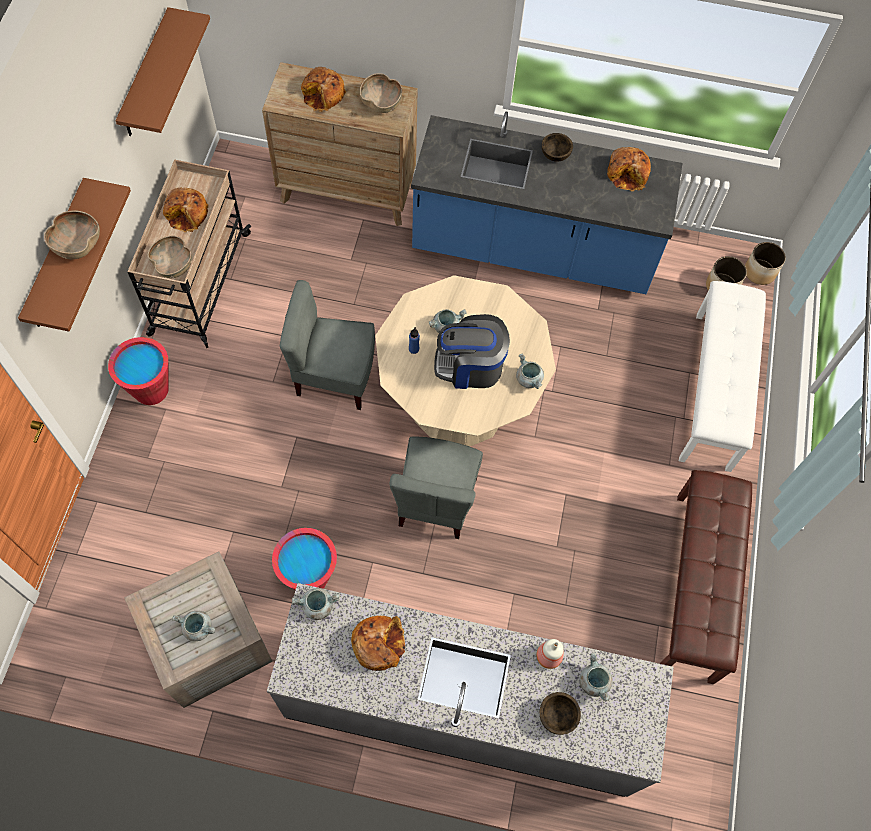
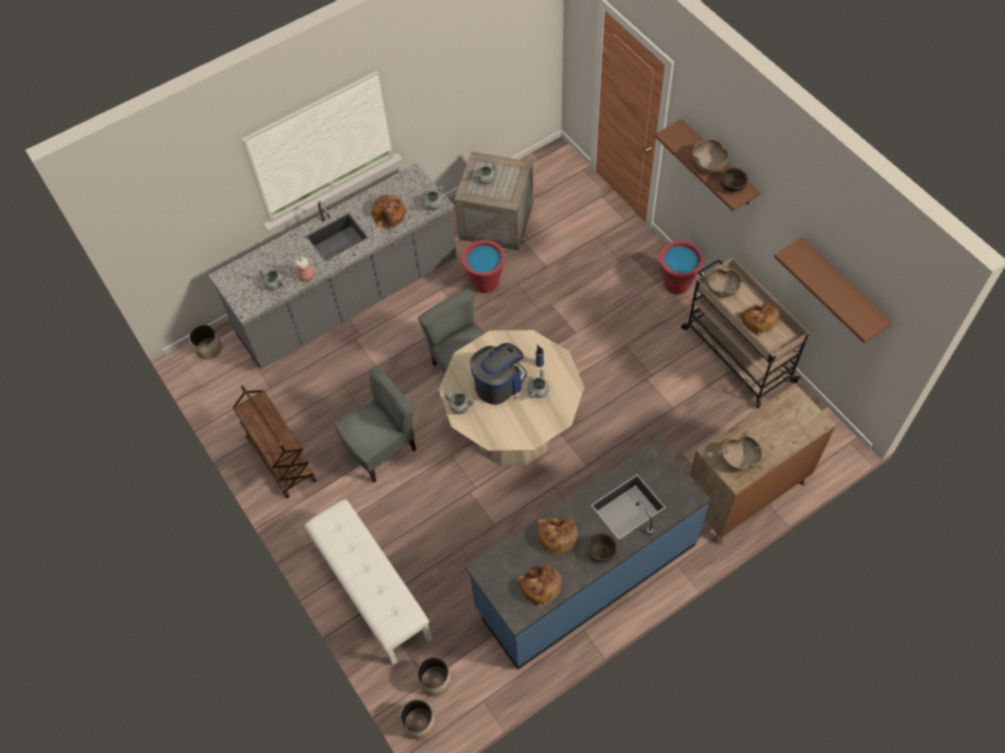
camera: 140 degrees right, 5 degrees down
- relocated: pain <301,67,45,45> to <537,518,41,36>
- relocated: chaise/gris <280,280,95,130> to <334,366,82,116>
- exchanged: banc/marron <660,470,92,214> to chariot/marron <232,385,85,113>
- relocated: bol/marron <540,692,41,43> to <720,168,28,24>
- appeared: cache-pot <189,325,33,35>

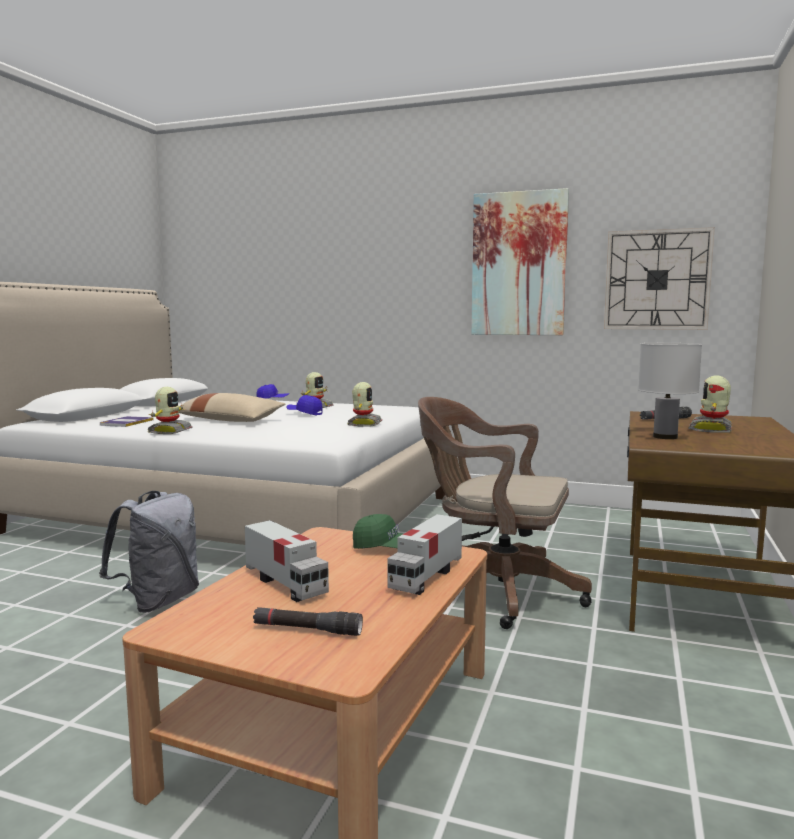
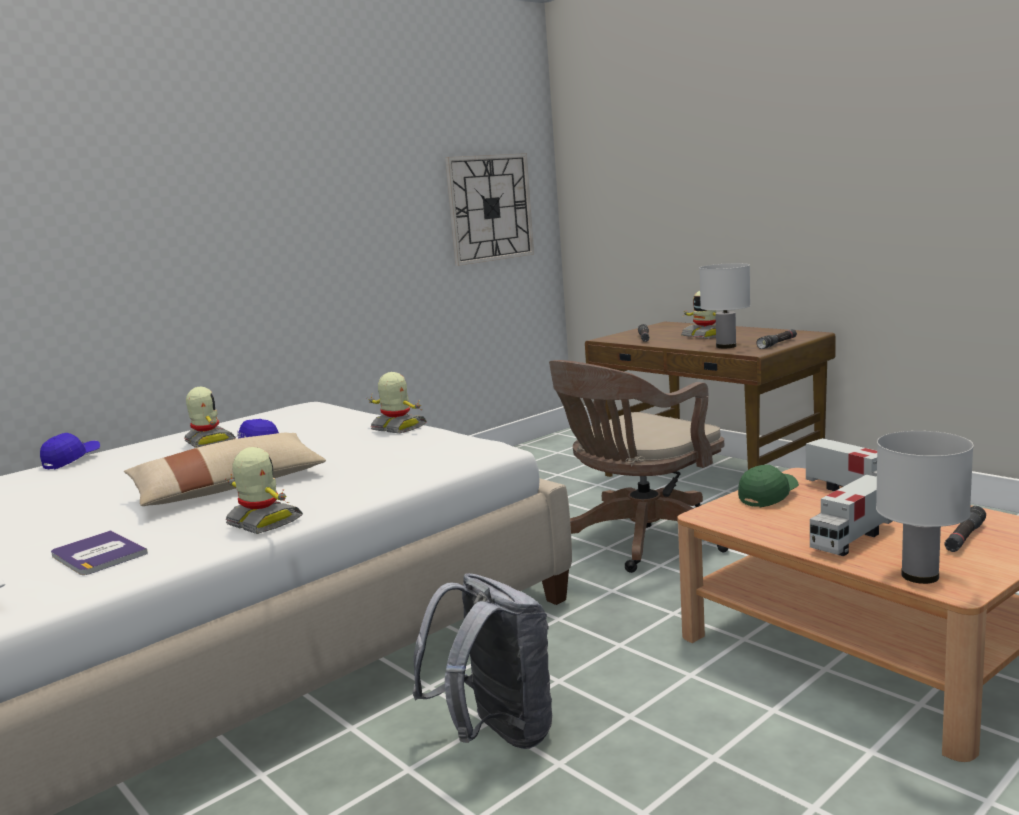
camera: 60 degrees left, 5 degrees up
- missing: tableau <471,188,98,147>
- spun: camion jouet <245,520,84,82> = <810,475,83,82> 150 degrees clockwise
- appeared: lampe de poche/noir <756,329,41,20>
- appeared: lampe de table/blanc <876,431,98,153>

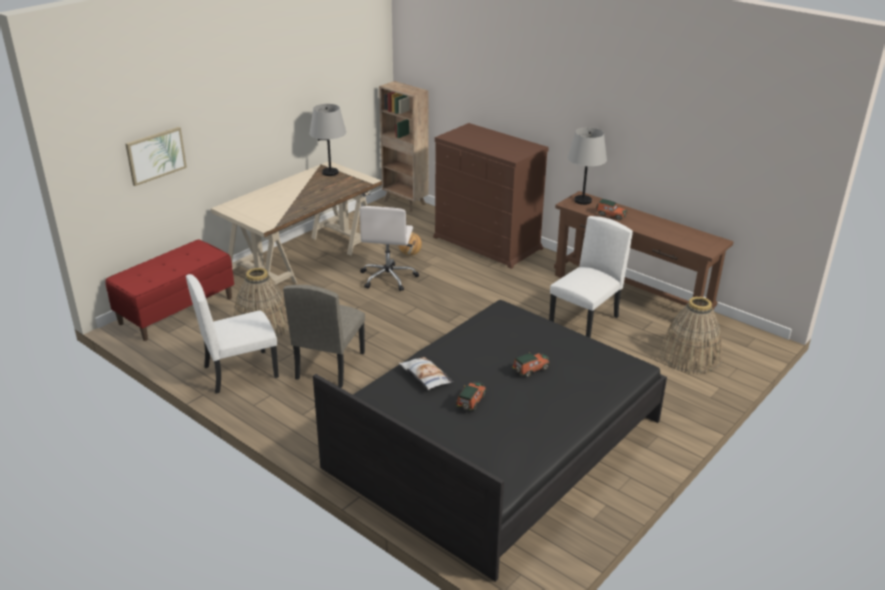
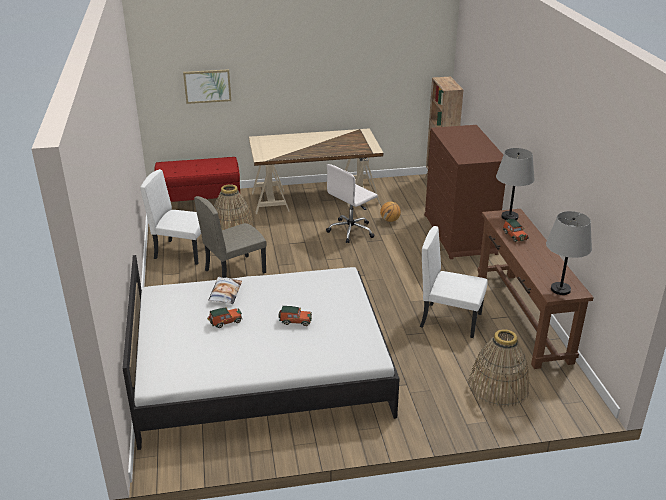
camera: 40 degrees right, 0 degrees up
- relocated: lampe de table/gris <310,104,36,72> to <546,211,46,84>
- spun: chaise/blanc <549,216,84,122> = <420,226,68,112> 150 degrees counterclockwise
- colour: lit/noir <313,300,354,282> to lit/blanc <122,255,278,195>

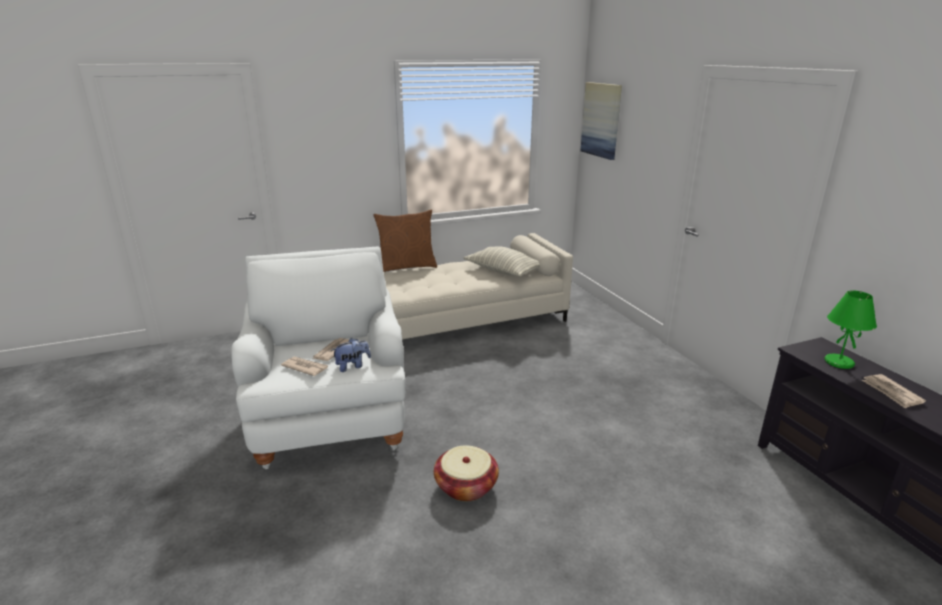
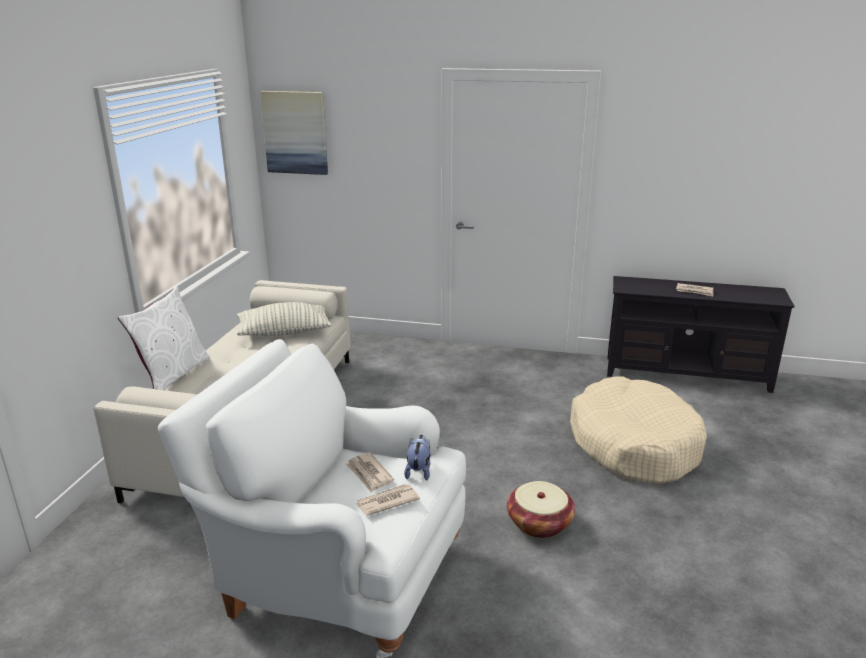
camera: 55 degrees left, 0 degrees up
- colour: coussin/marron <373,210,64,62> to coussin/blanc <118,287,92,103>
- missing: lampe de table/vert <824,291,53,78>
- appeared: panier pour chien/beige <570,377,137,108>

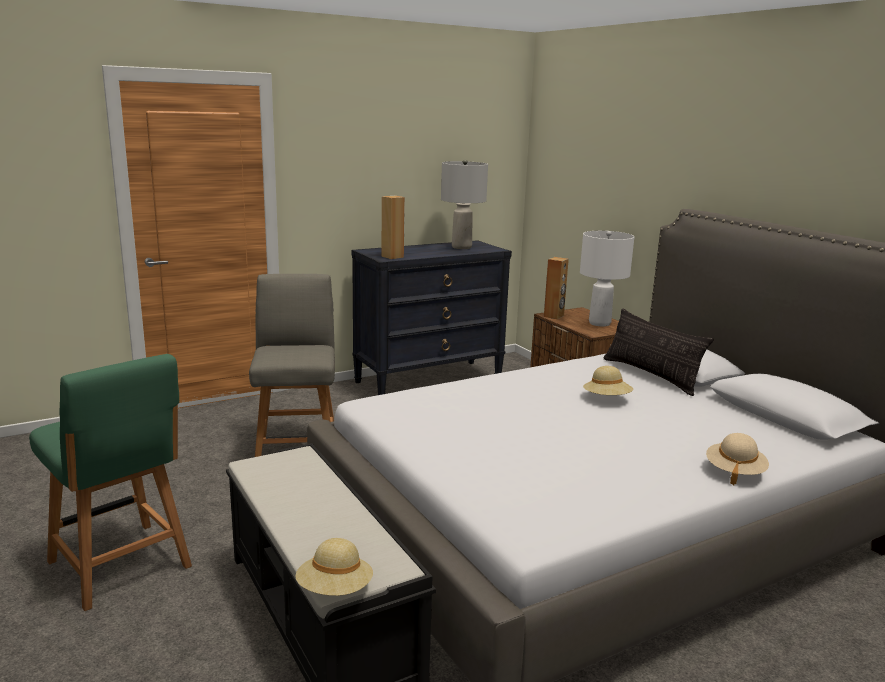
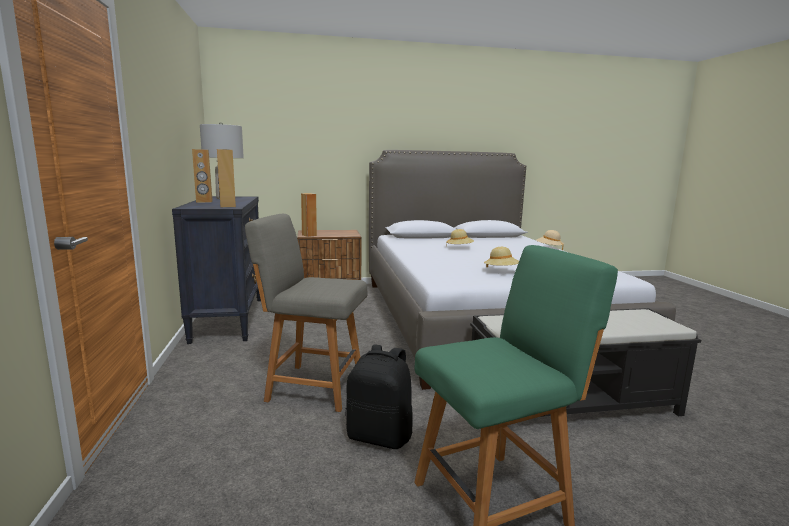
camera: 70 degrees left, 5 degrees down
- missing: lampe de table/blanc <580,231,54,95>
- missing: coussin <603,309,111,87>
- relocated: chapeau/beige <295,538,78,58> to <484,247,35,20>
- appeared: enceinte/marron <192,149,21,54>
- appeared: sac à dos/noir <345,344,68,105>

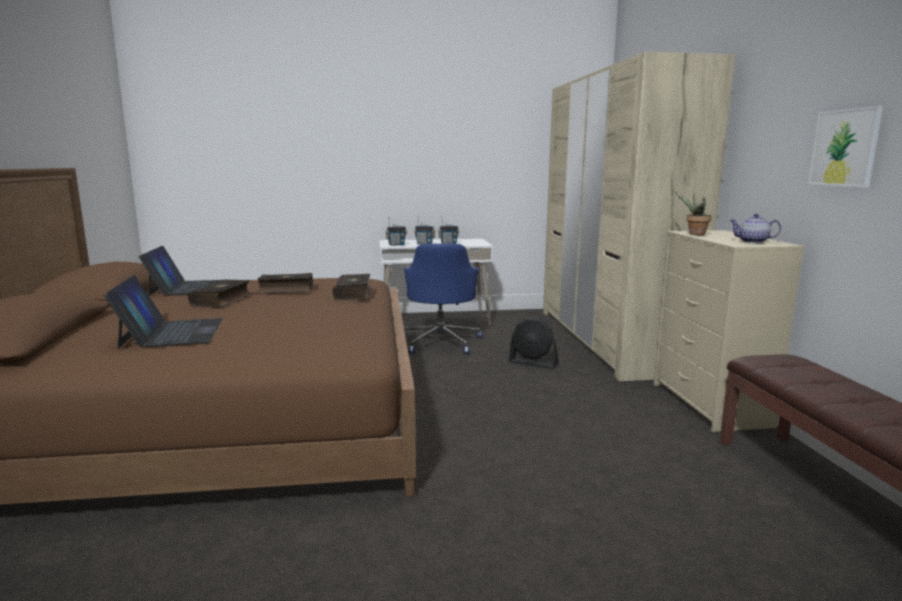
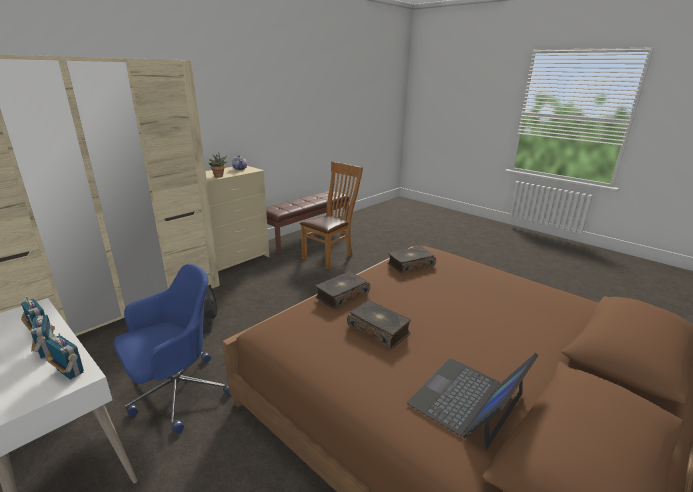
camera: 130 degrees left, 10 degrees up
- missing: tableau <808,106,75,82>
- missing: ordinateur portable <103,275,120,74>
- relocated: livre <188,279,63,28> to <388,246,48,27>
- appeared: chaise/marron <300,162,63,107>

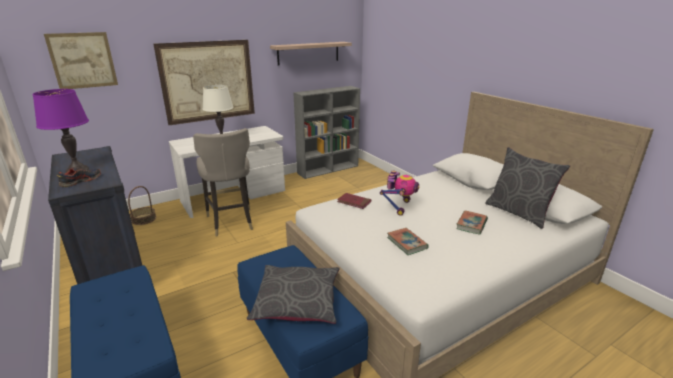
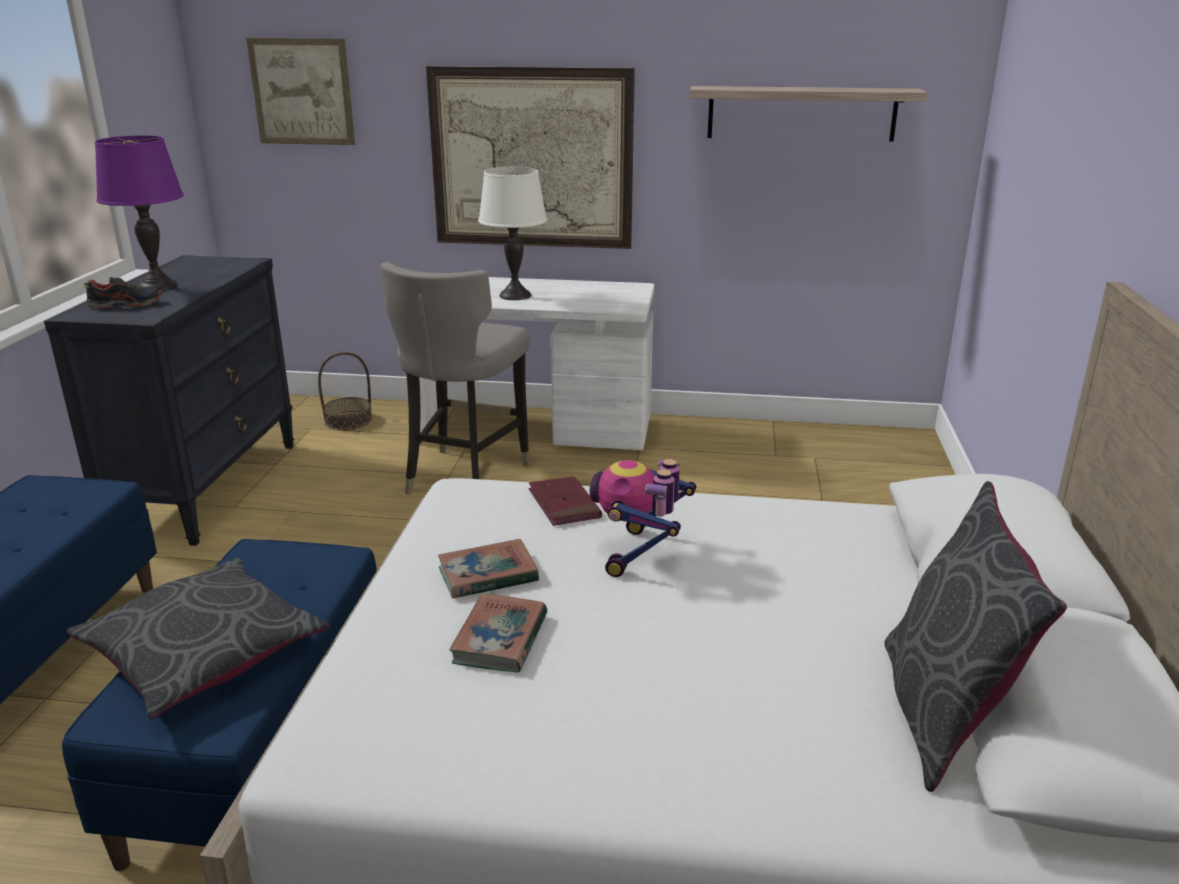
camera: 40 degrees right, 0 degrees up
- missing: bibliothèque/gris <293,86,67,93>
- spun: robot jouet <380,171,40,45> = <589,459,108,118> 135 degrees clockwise
- relocated: livre <456,210,32,25> to <438,539,101,59>

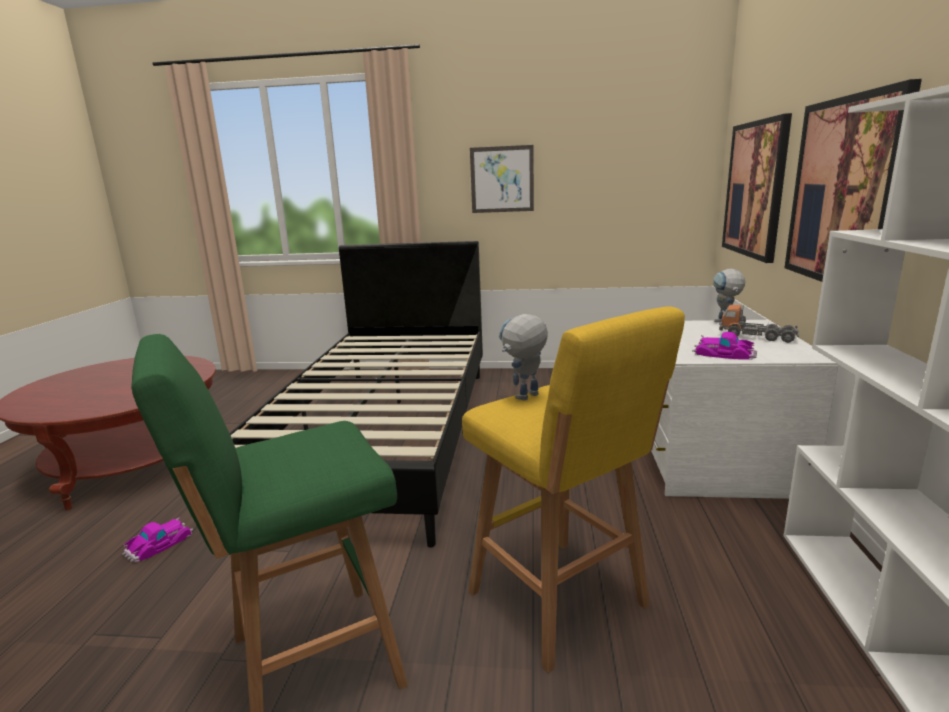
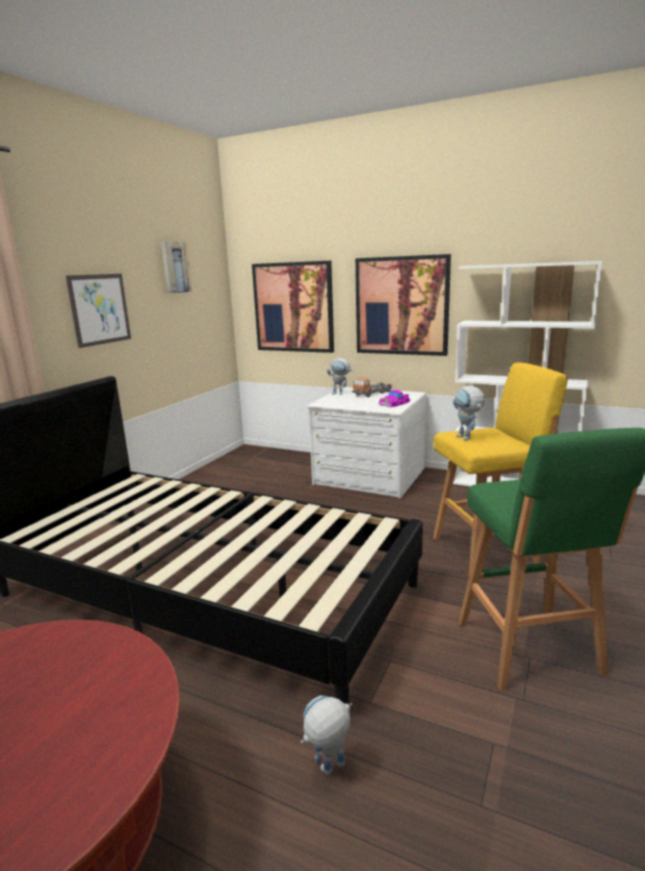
camera: 70 degrees left, 0 degrees up
- exchanged: petite voiture <122,517,71,45> to robot jouet <301,695,51,80>
- appeared: tableau <161,242,31,51>

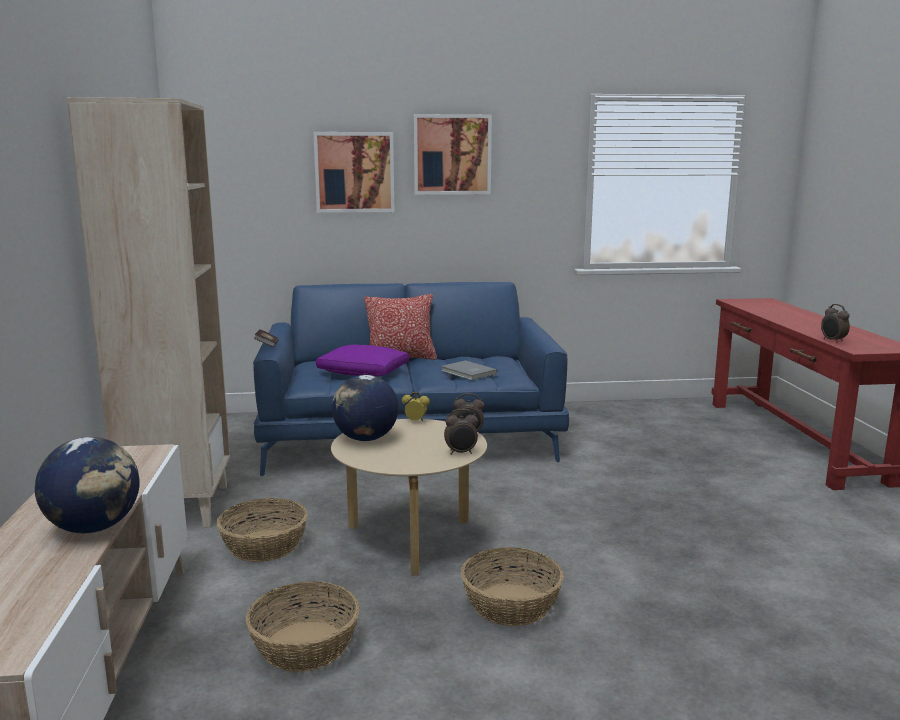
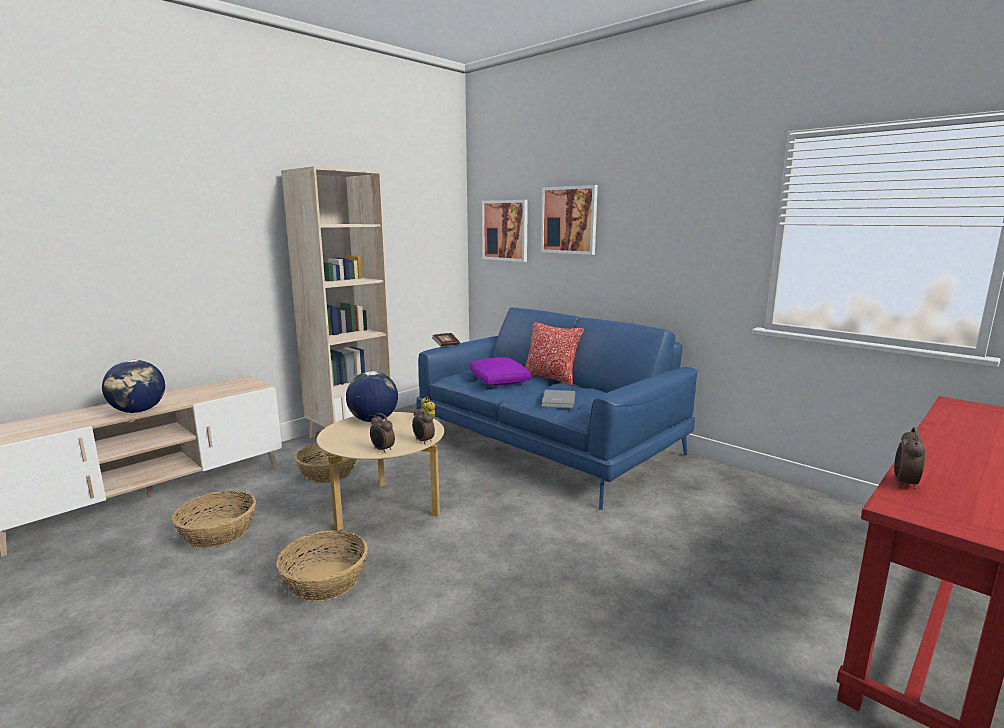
camera: 50 degrees right, 0 degrees up
- relocated: tableau <413,114,79,81> to <482,200,46,62>

